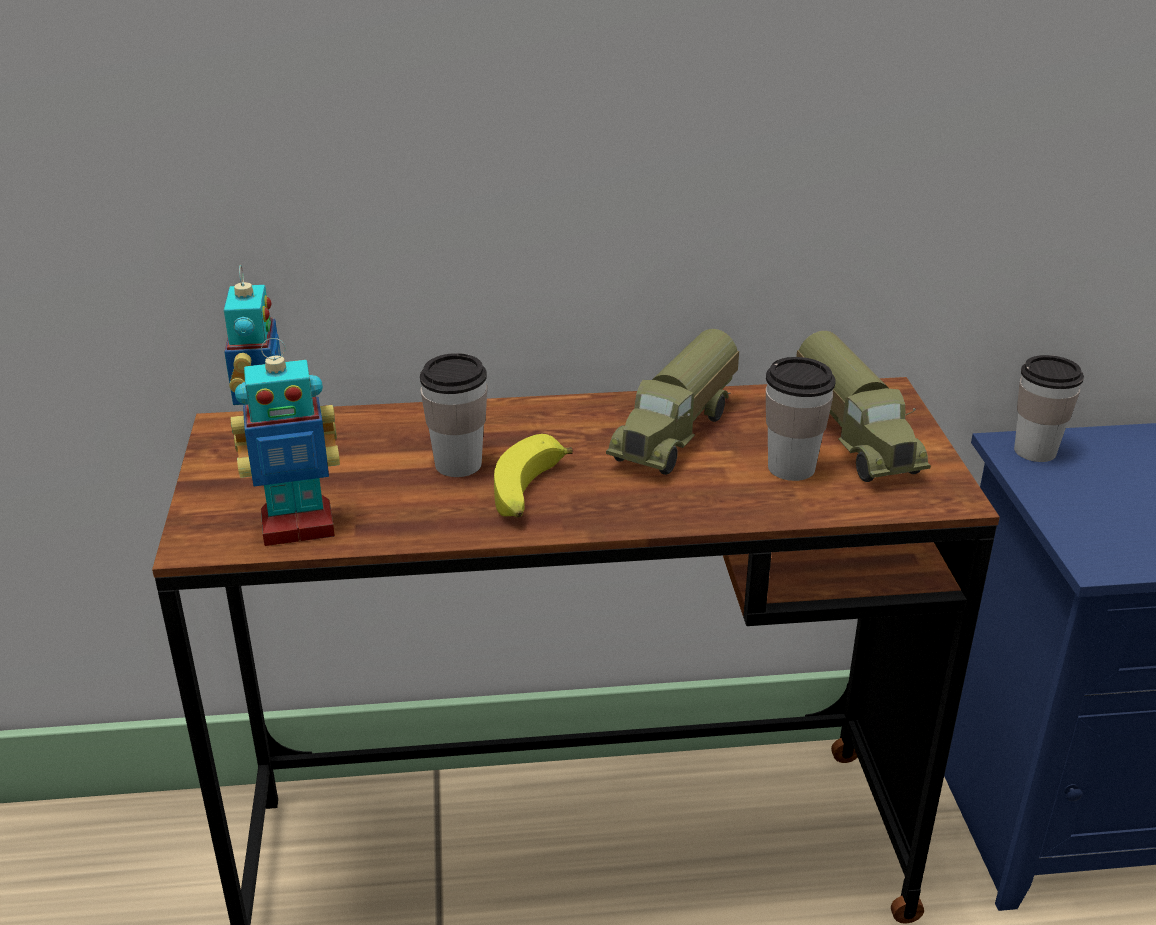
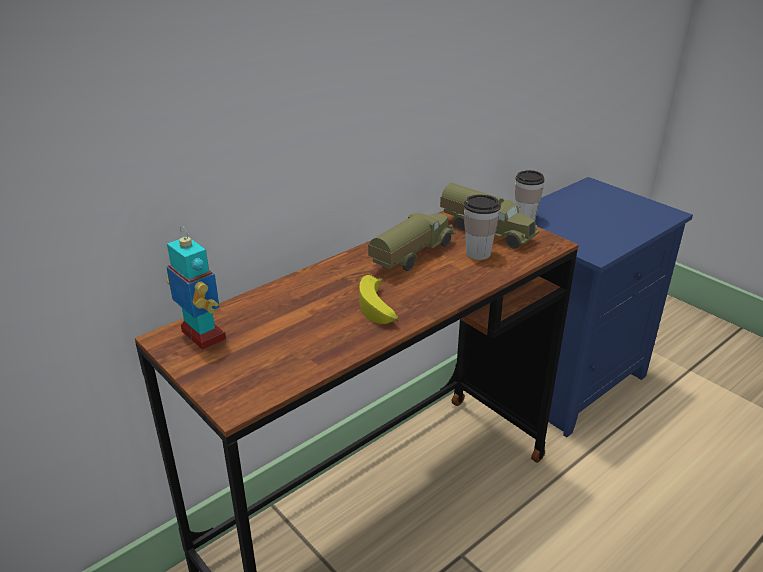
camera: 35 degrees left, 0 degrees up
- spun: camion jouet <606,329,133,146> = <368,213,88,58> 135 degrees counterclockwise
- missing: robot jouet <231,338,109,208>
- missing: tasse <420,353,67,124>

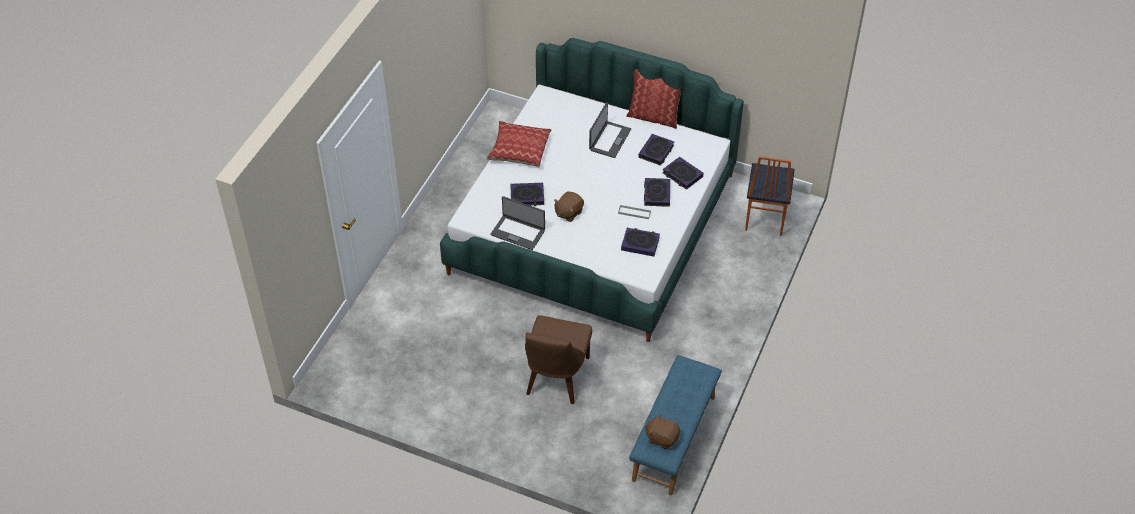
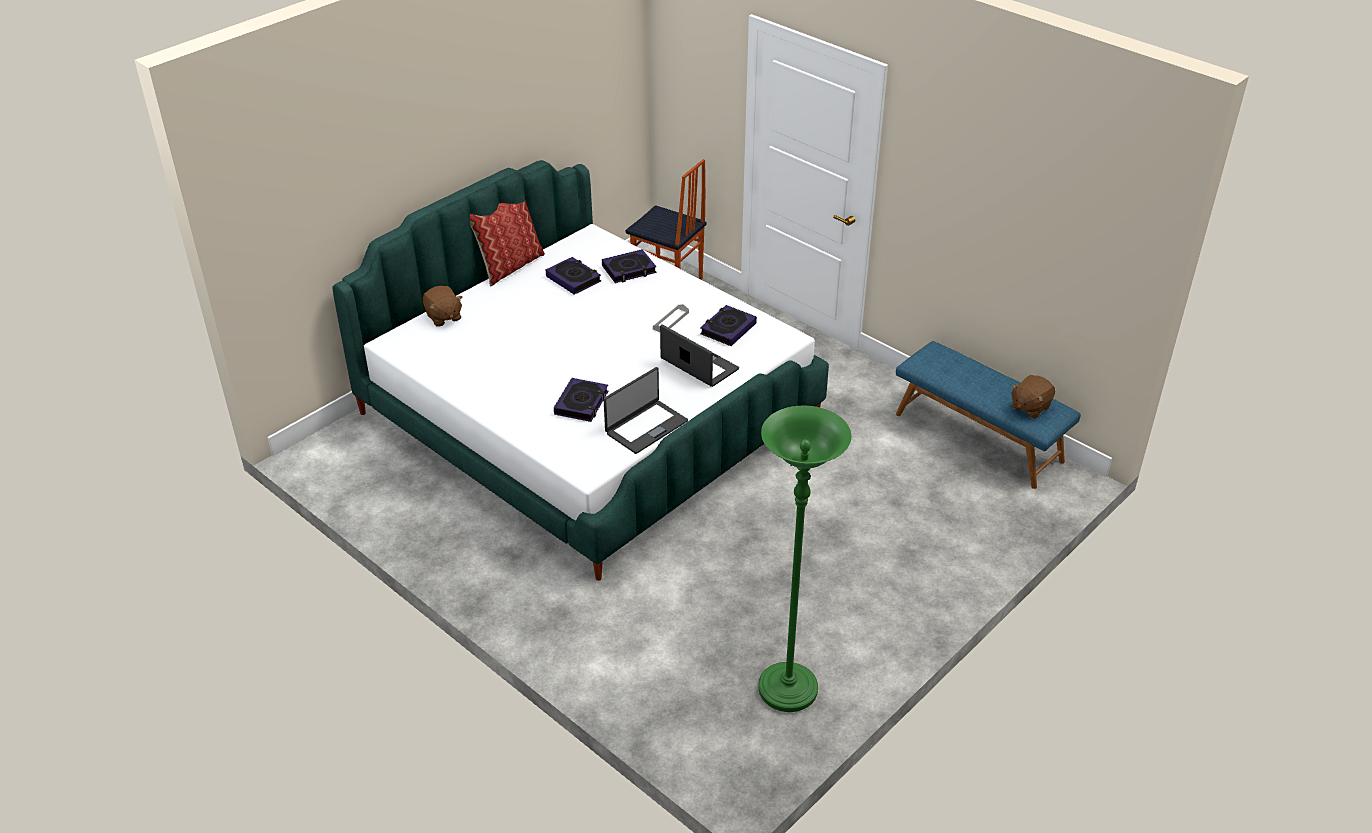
camera: 70 degrees left, 10 degrees down
- relocated: ordinateur portable <589,102,42,56> to <660,324,79,63>
- missing: coussin <487,121,64,47>
- missing: livre <644,178,26,29>
- relocated: peluche/marron <554,192,30,30> to <423,286,39,41>
- missing: chaise/marron <525,315,67,89>
- appeared: lampadaire/vert <758,406,93,306>

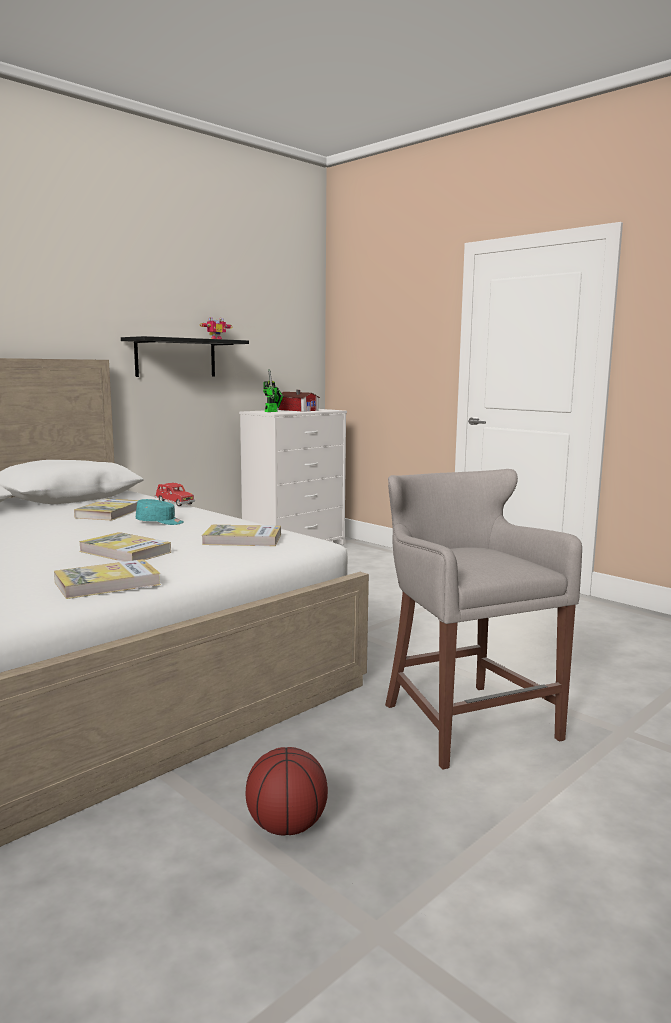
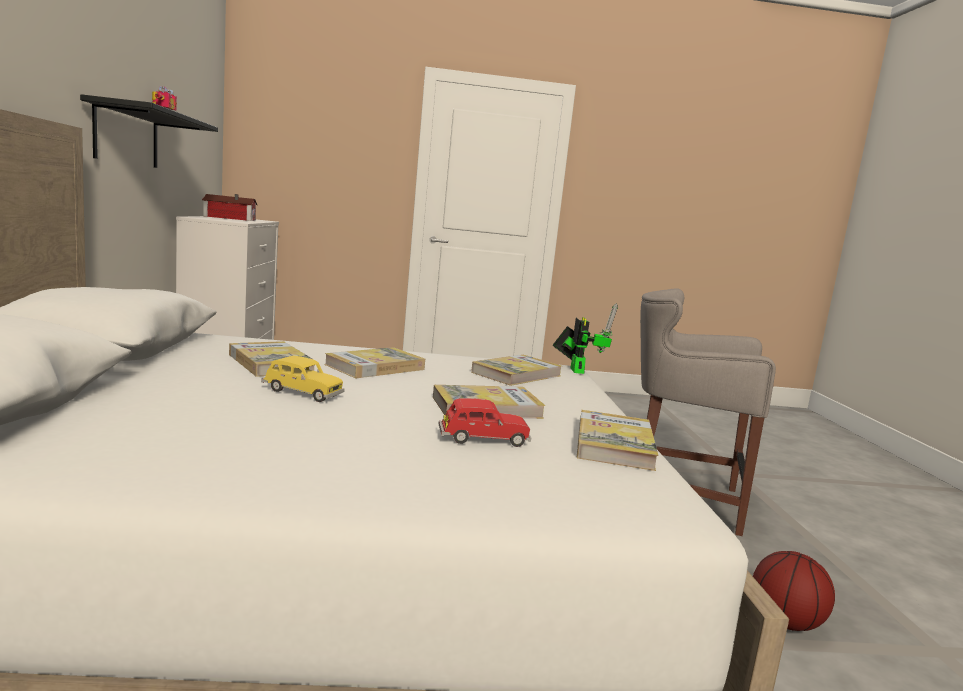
camera: 50 degrees left, 0 degrees up
- relocated: robot jouet <263,369,21,43> to <553,303,65,71>
- relocated: petite voiture/rouge <154,483,41,23> to <439,398,92,49>
- exchanged: casquette/turquoise <136,499,48,26> to livre <324,347,101,31>
- appeared: petite voiture/jaune <261,356,84,46>

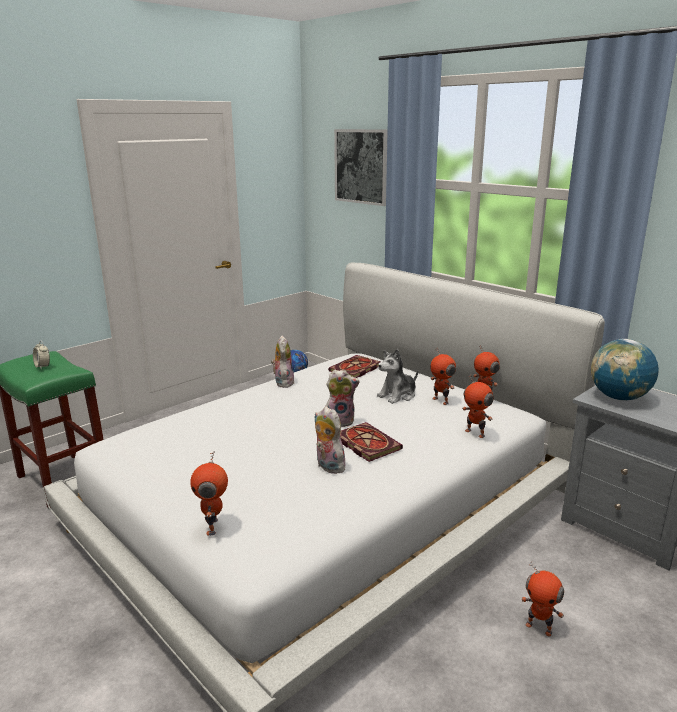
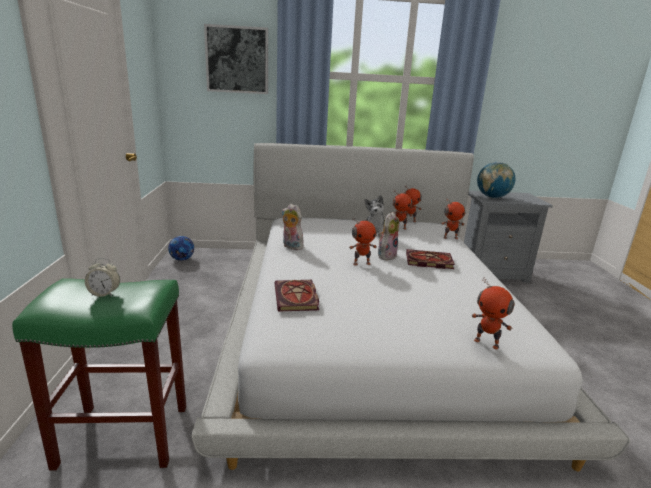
camera: 50 degrees left, 0 degrees up
- relocated: livre <328,355,53,23> to <275,280,44,31>
- missing: peluche <314,406,32,68>
- relocated: robot jouet <521,561,43,75> to <349,217,28,49>

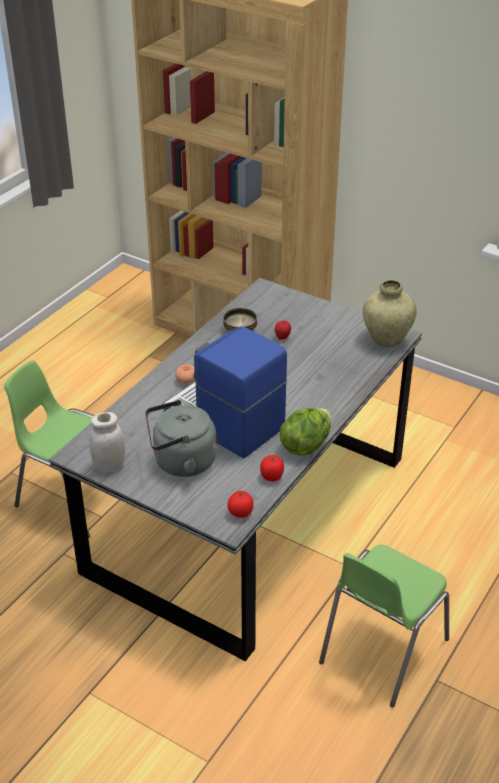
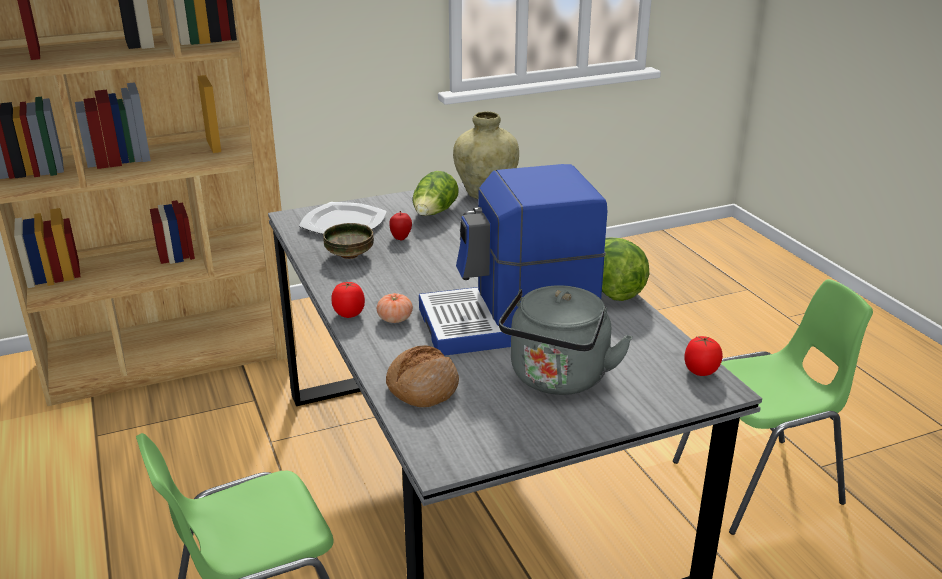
camera: 55 degrees left, 10 degrees down
- missing: bocal/blanc <90,412,35,61>
- relocated: tomate <260,455,24,26> to <331,282,34,36>
- spun: chaise/vert <319,545,130,162> = <673,279,200,256> 90 degrees counterclockwise
- appeared: laitue <412,171,47,45>
- appeared: assiette <299,202,88,32>
- appeared: pain <386,345,73,62>

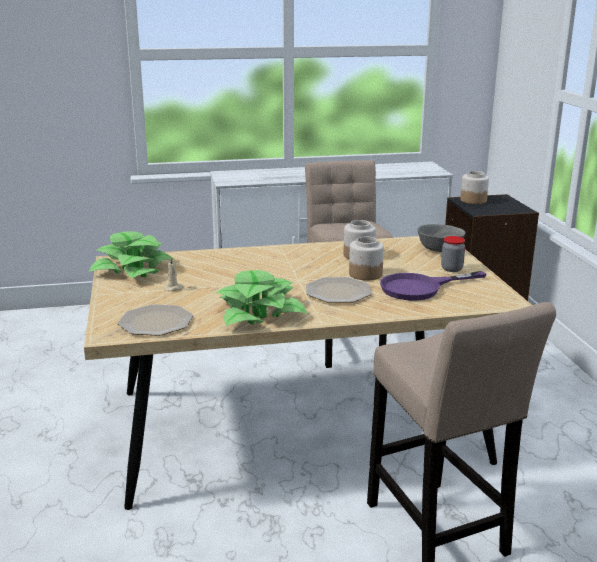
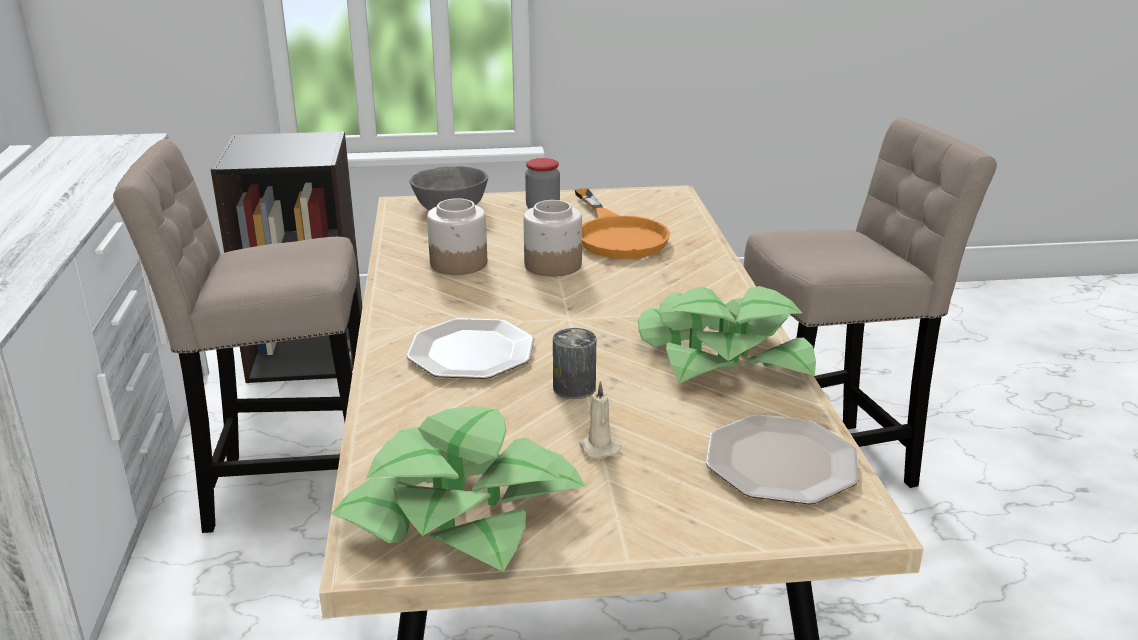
camera: 85 degrees left, 5 degrees up
- missing: bocal <460,171,29,33>
- colour: poêle/violet <380,271,107,30> to poêle/orange <575,188,95,71>
- relocated: assiette <306,277,65,26> to <406,318,128,61>
- appeared: boîte métallique <553,328,43,71>

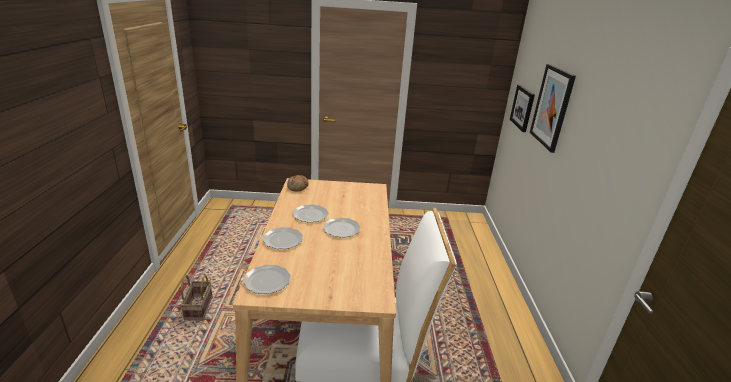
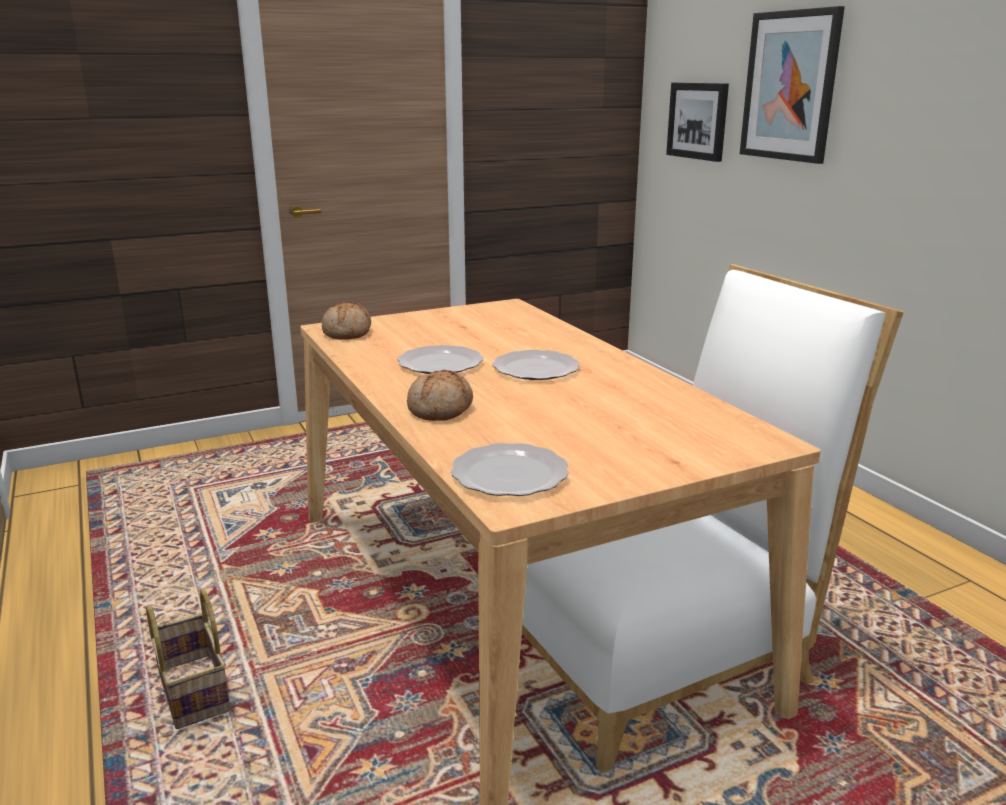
camera: 25 degrees left, 5 degrees down
- exchanged: assiette <263,227,40,22> to pain <407,370,66,51>

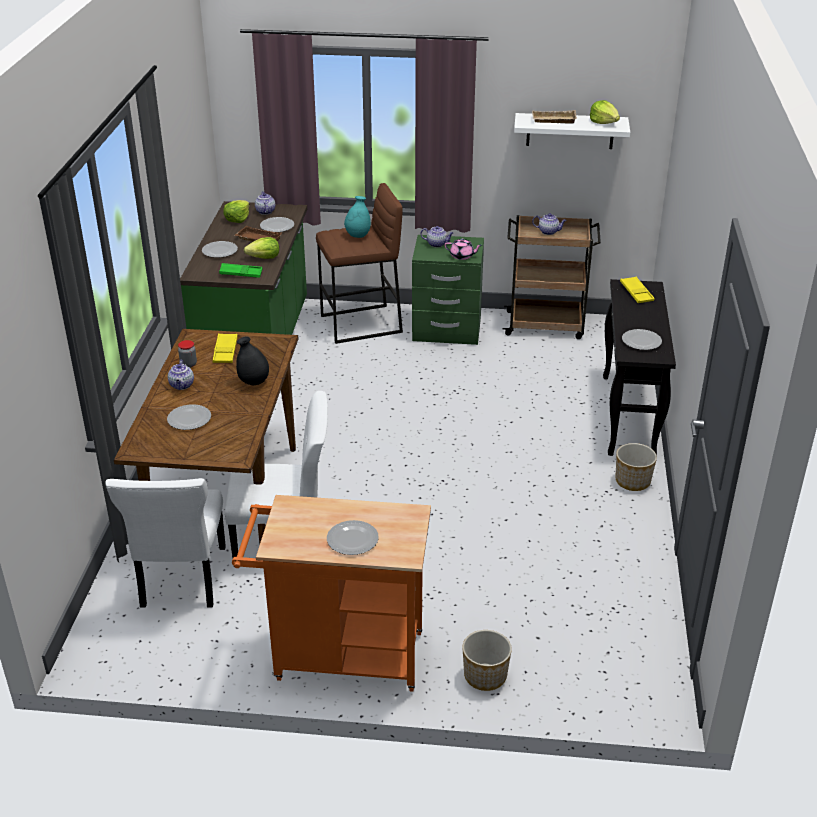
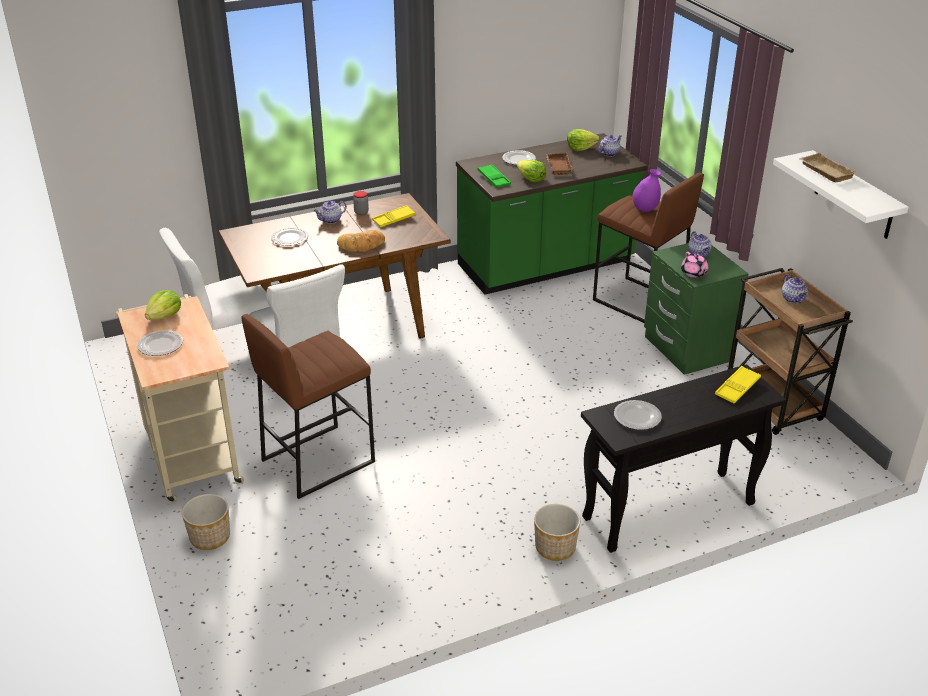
camera: 60 degrees right, 0 degrees up
- relocated: laitue <590,100,30,24> to <145,290,36,30>
- colour: vase/turquoise <344,196,27,42> to vase/violet <633,169,28,43>
- missing: assiette <260,217,34,15>
- exchanged: vase/noir <236,336,33,49> to pain <337,230,48,22>
- colour: chariot/orange <232,495,199,197> to chariot/beige <116,294,128,209>
- appeared: tabouret/marron <241,314,134,185>

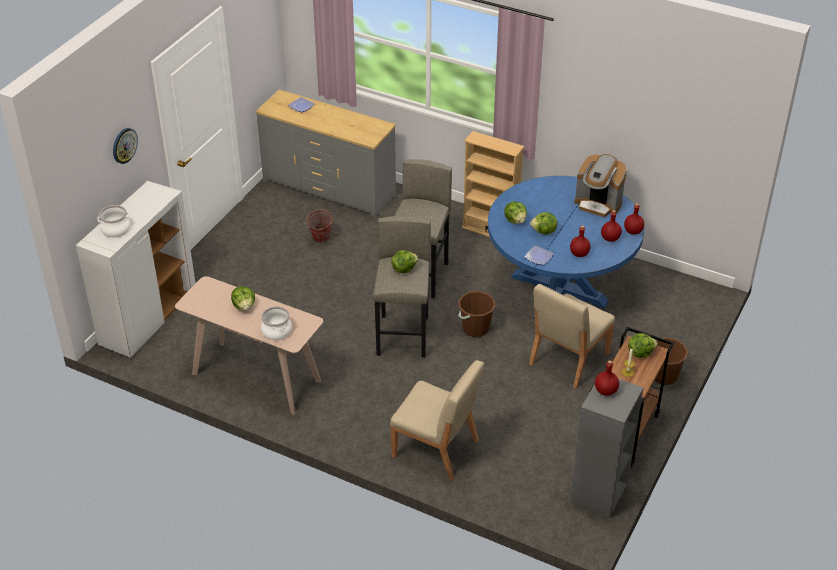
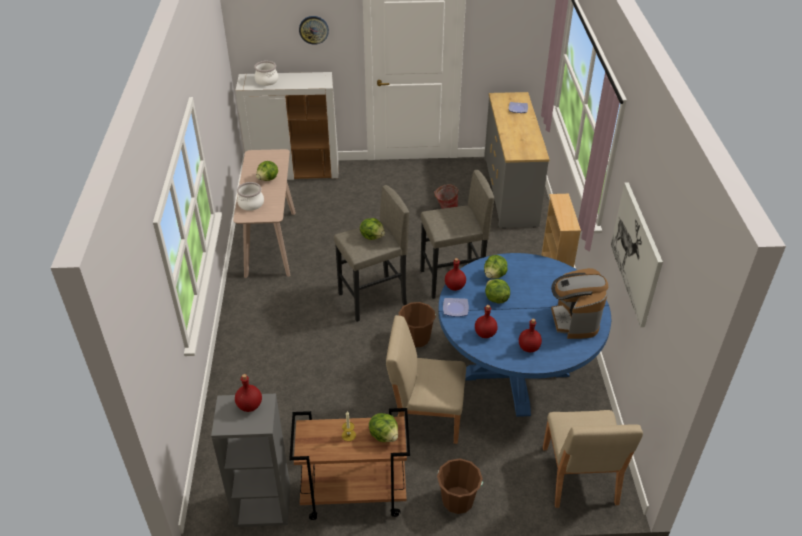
camera: 60 degrees right, 0 degrees up
- relocated: bouteille/rouge <624,203,20,31> to <445,258,21,33>
- relocated: chaise/beige <390,360,94,121> to <543,410,100,98>
- appeared: tableau <610,182,53,145>

